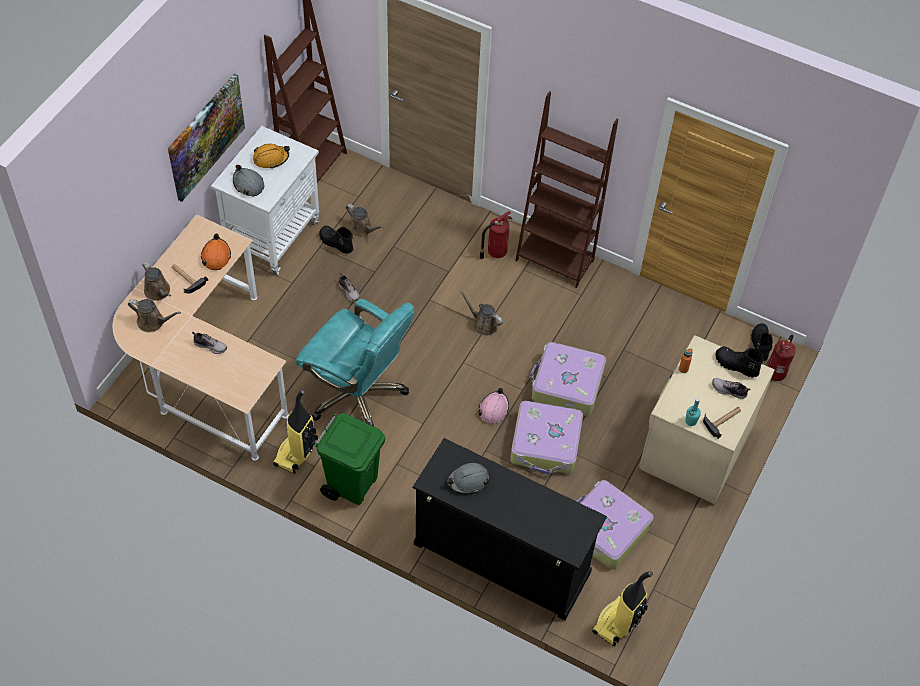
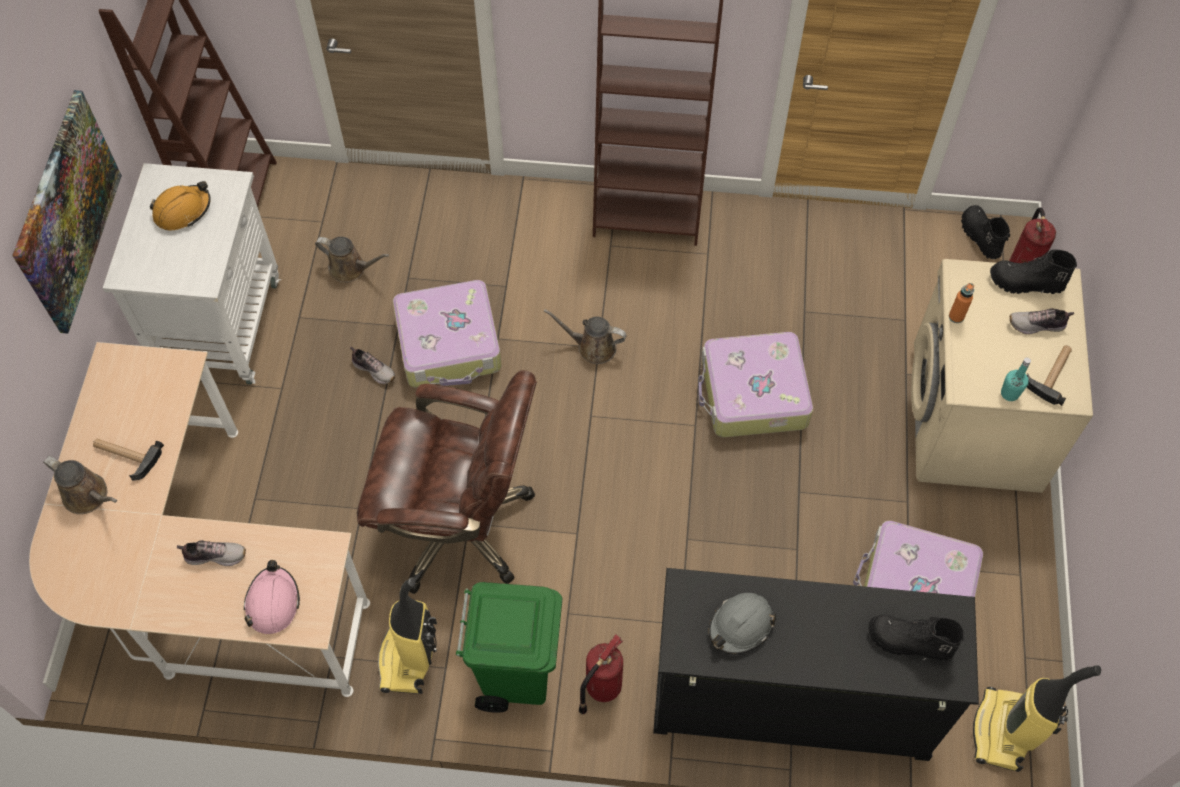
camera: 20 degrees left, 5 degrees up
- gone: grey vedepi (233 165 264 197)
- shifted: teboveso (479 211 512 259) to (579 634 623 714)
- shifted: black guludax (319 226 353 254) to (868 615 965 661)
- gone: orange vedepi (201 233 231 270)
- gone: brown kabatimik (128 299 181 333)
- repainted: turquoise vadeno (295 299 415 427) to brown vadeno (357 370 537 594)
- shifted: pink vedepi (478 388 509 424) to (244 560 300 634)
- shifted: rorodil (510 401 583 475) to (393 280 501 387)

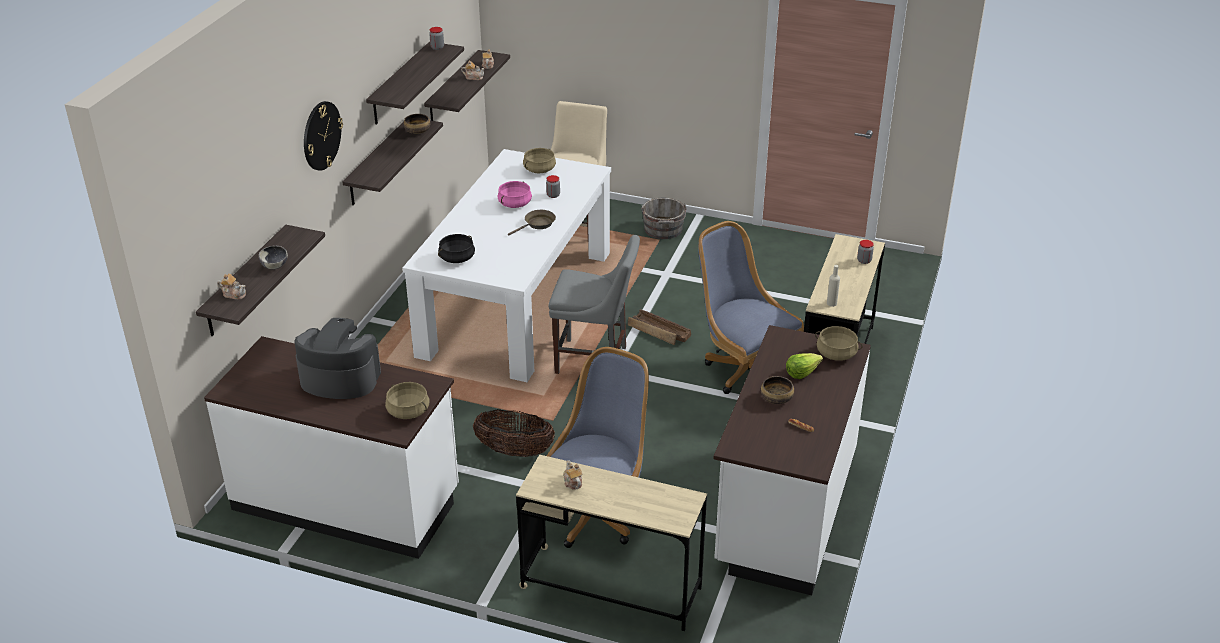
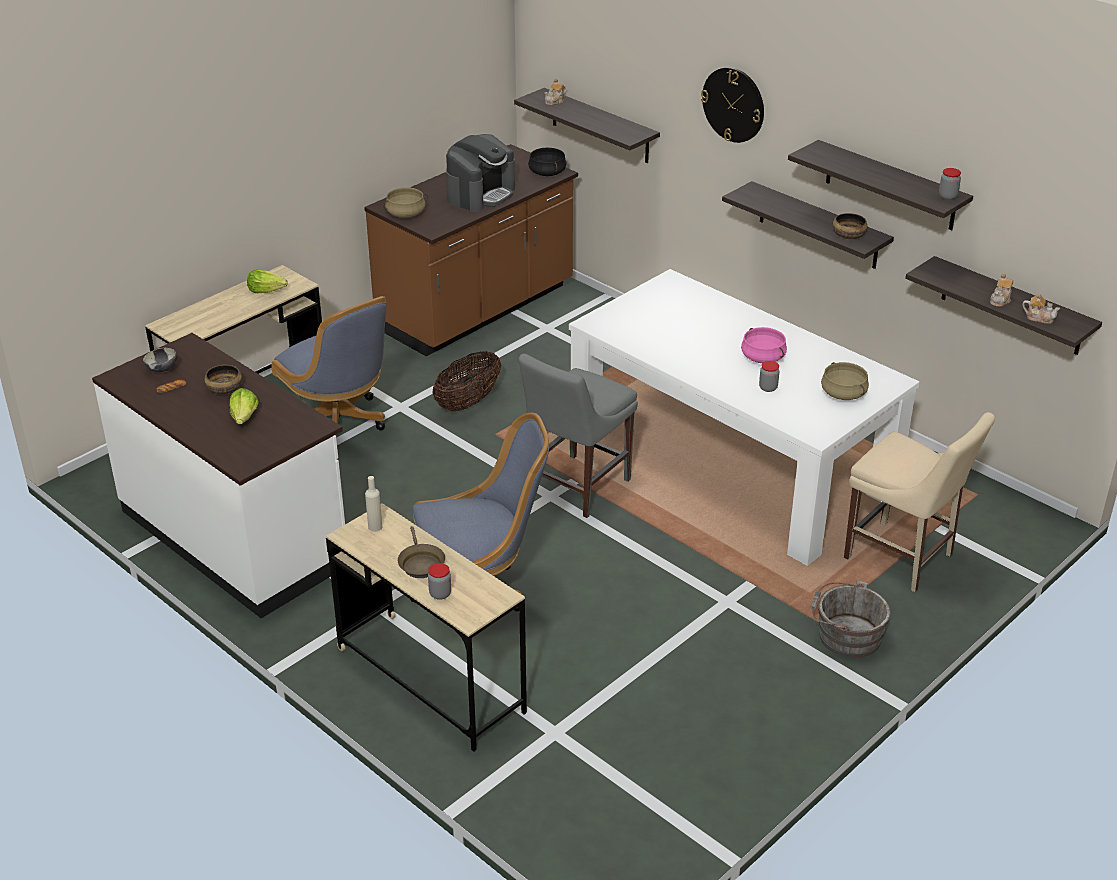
camera: 115 degrees right, 0 degrees up
- shifted: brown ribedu (508 210 556 236) to (398 526 445 578)
- shifted: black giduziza (438 234 475 263) to (528 148 567 176)
- shifted: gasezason (259 246 288 269) to (143 348 177 373)
- gone: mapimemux (628 309 691 345)
- gone: beige giduziza (815 326 863 361)
- repainted: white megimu (204 336 459 559) to brown megimu (364 144 578 356)
- swapped: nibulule (563 460 583 490) to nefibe (247 269 288 293)

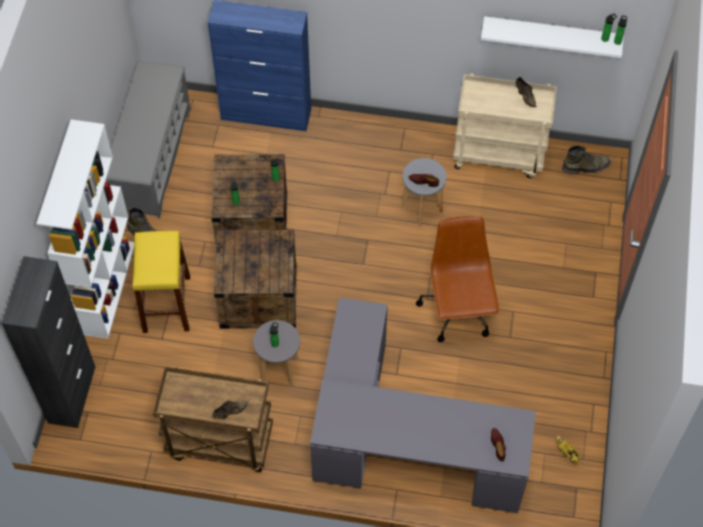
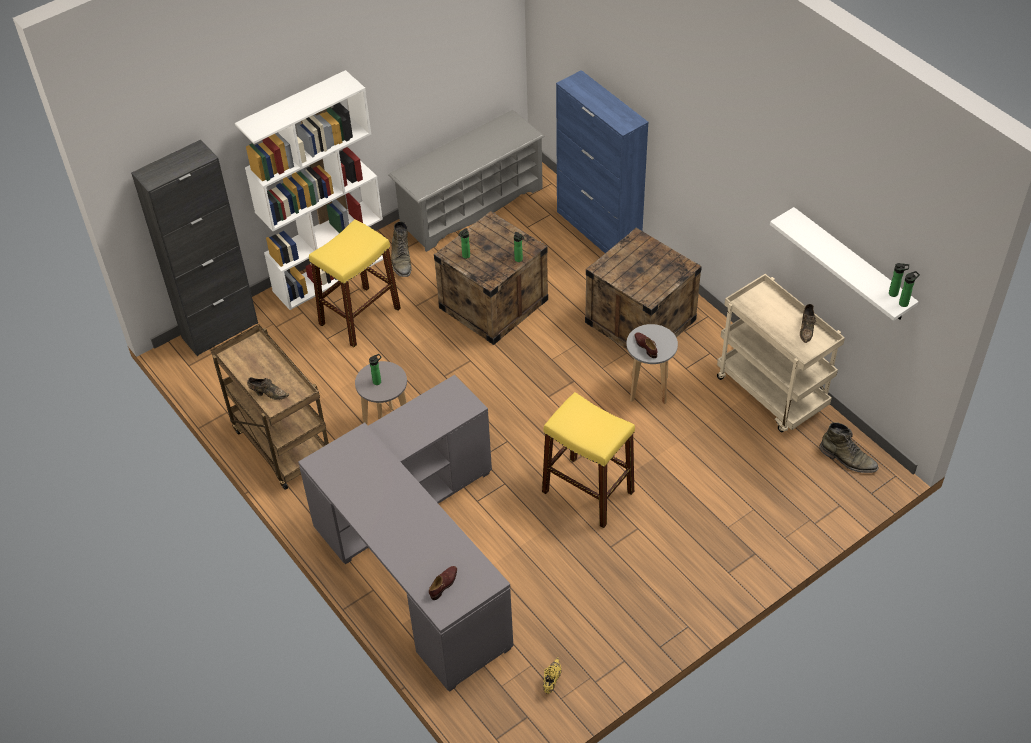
camera: 45 degrees right, 10 degrees down
- swapped: brown vadeno (416 216 500 342) to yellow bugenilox (542 392 635 528)
- shifted: mapimemux (214 230 297 329) to (585 227 702 349)

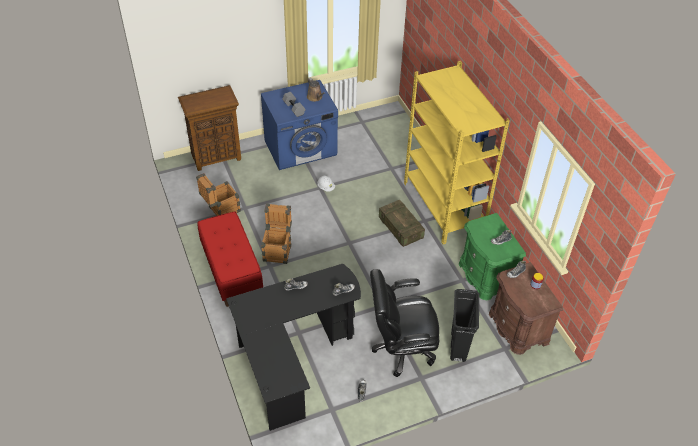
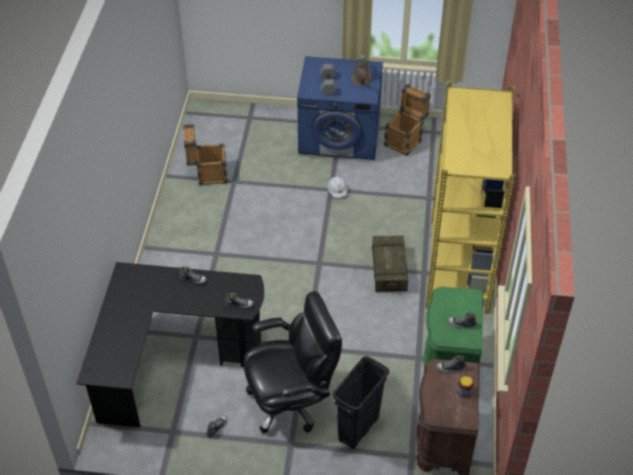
camera: 30 degrees right, 0 degrees up
- gone: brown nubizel (178 85 241 171)
- shifted: mapimemux (261 203 292 264) to (384 84 431 156)
- gone: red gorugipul (198 211 263 307)
- rotated: black vadeno (370 269 439 377) = (243 291 342 433) 135 degrees clockwise

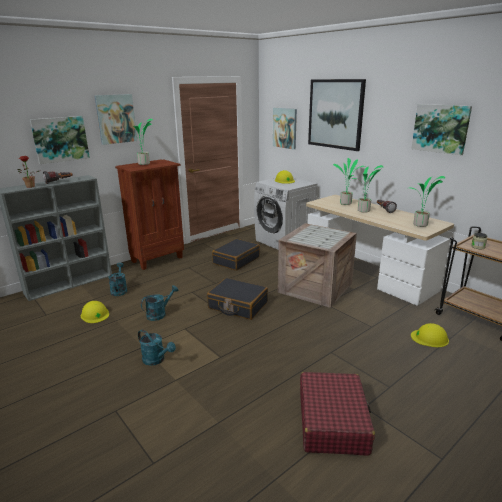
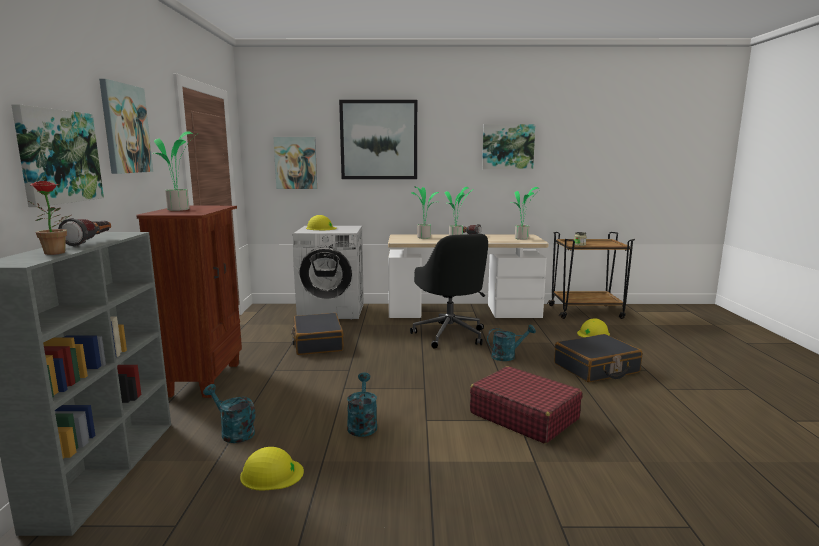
camera: 50 degrees left, 10 degrees down
- swapped: mapimemux (278 223 357 308) to black vadeno (410 234 488 349)
- shifted: black rorodil (207 278 268 320) to (554 334 642 382)
- shifted: turquoise kabatimik (138 330 176 366) to (487 325 536 361)
- shifted: red rorodil (300 372 375 456) to (470 366 582 444)

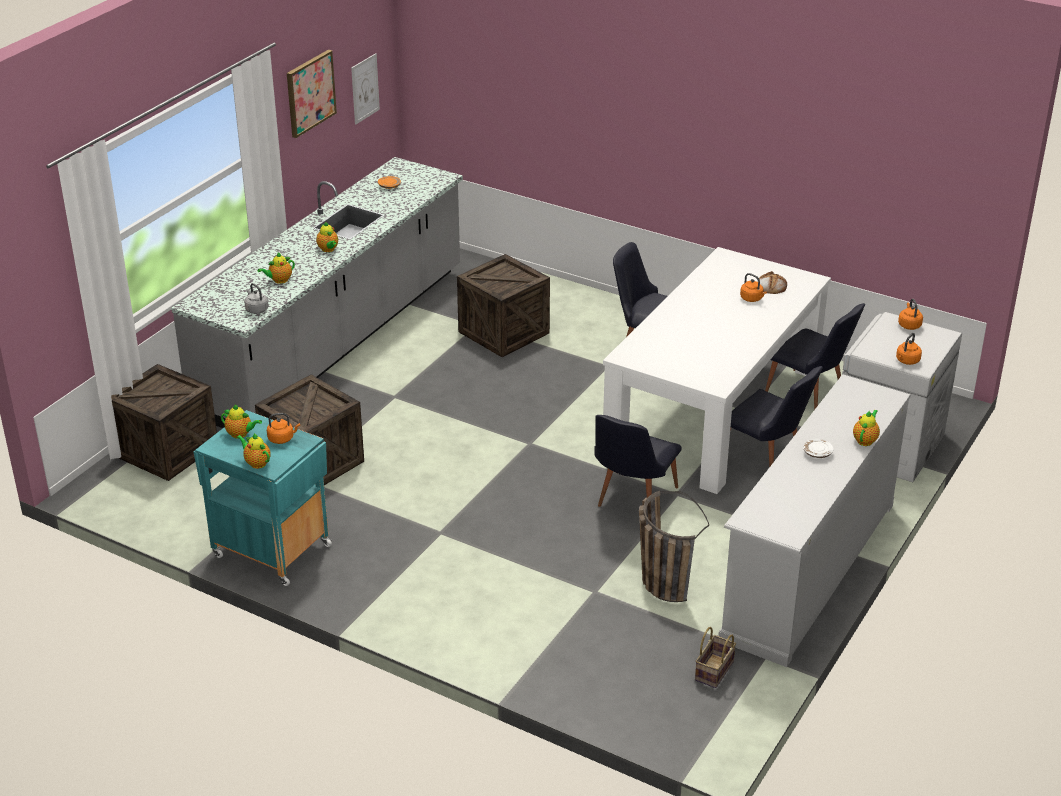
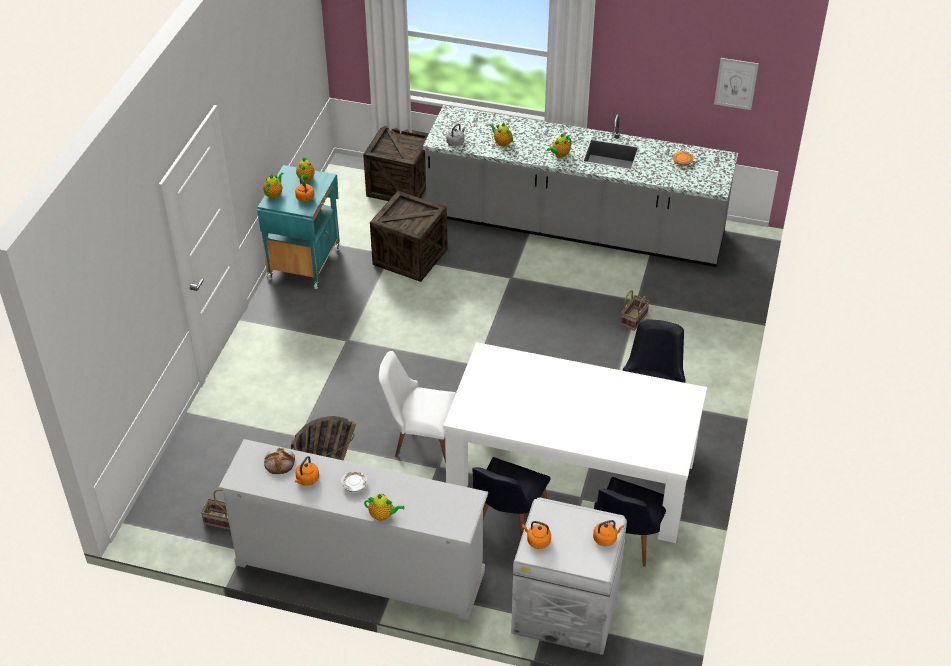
camera: 75 degrees right, 10 degrees up
- gone: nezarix (287 50 337 138)
- swapped: mapimemux (457 254 550 357) to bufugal (620 290 650 331)
- shifted: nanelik (757 271 787 294) to (264 448 295 474)
- shifted: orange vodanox (740 273 767 302) to (295 456 319 486)
- repainted: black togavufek (594 415 682 507) to white togavufek (379 351 456 463)

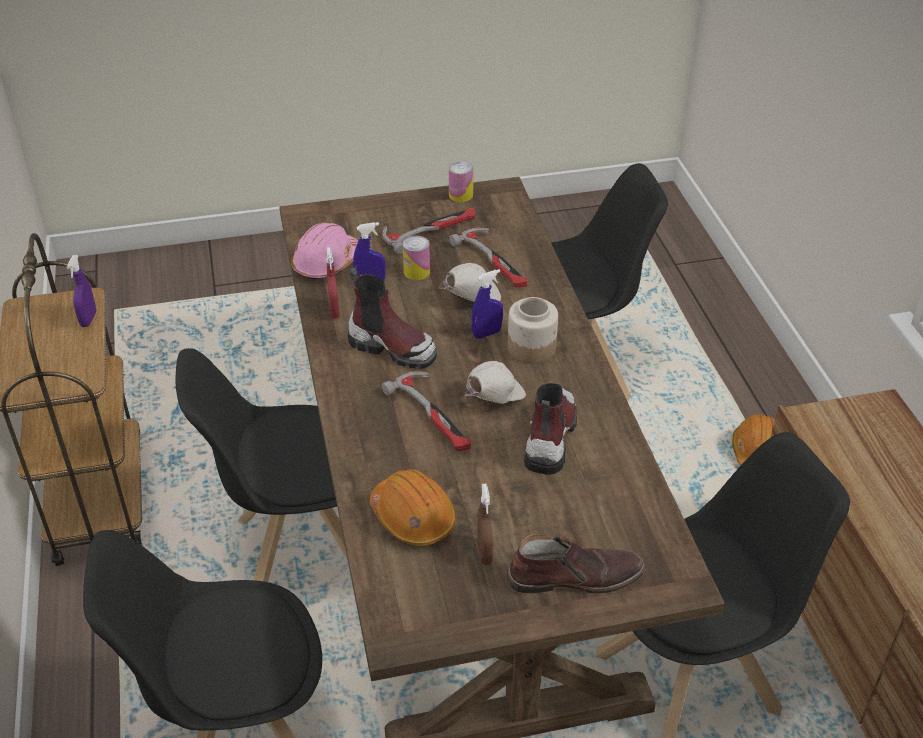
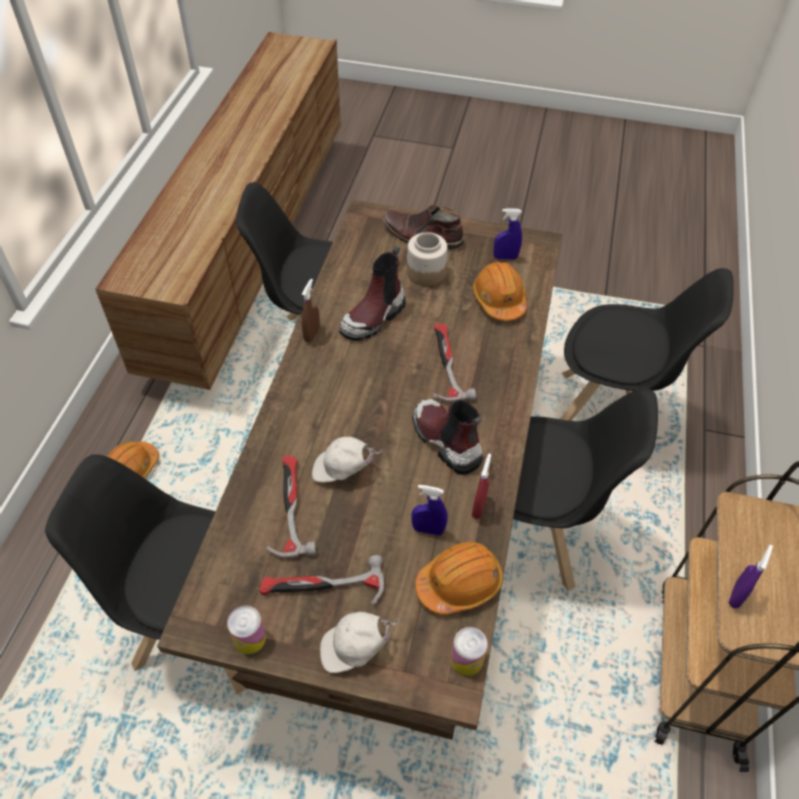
camera: 155 degrees left, 10 degrees up
- repainted: pink vedepi (291 222 358 280) to orange vedepi (415 542 503 615)
- shifted: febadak (403 236 430 280) to (451 627 488 676)
- shifted: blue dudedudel (472 269 503 339) to (494 208 522 260)
- shifted: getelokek (508 297 558 364) to (407 232 447 286)
- shifted: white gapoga (464 361 526 403) to (320 612 400 673)
- shifted: brown dudedudel (477 483 493 565) to (302 279 320 342)

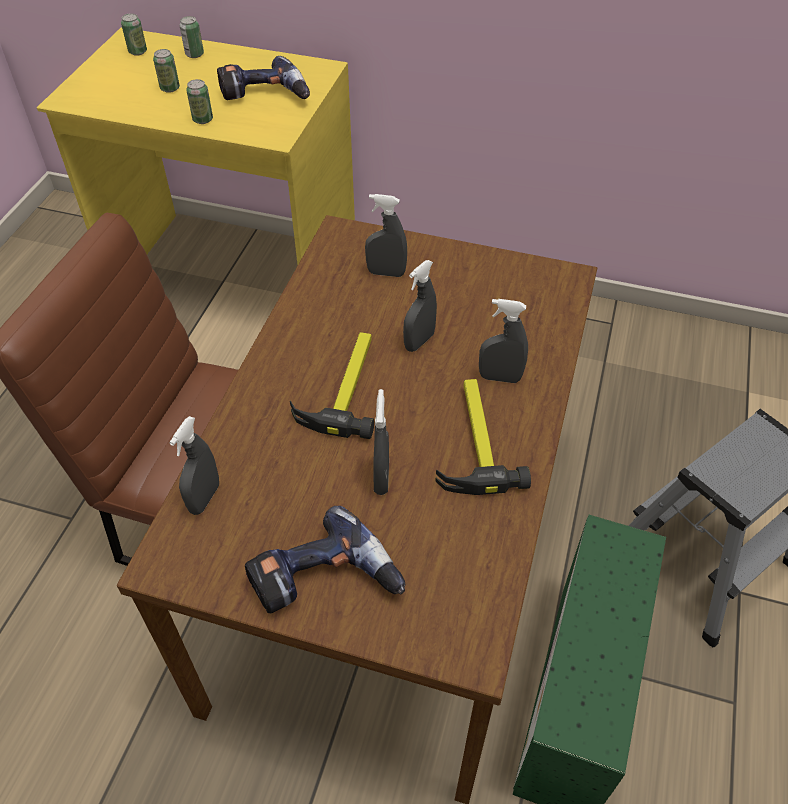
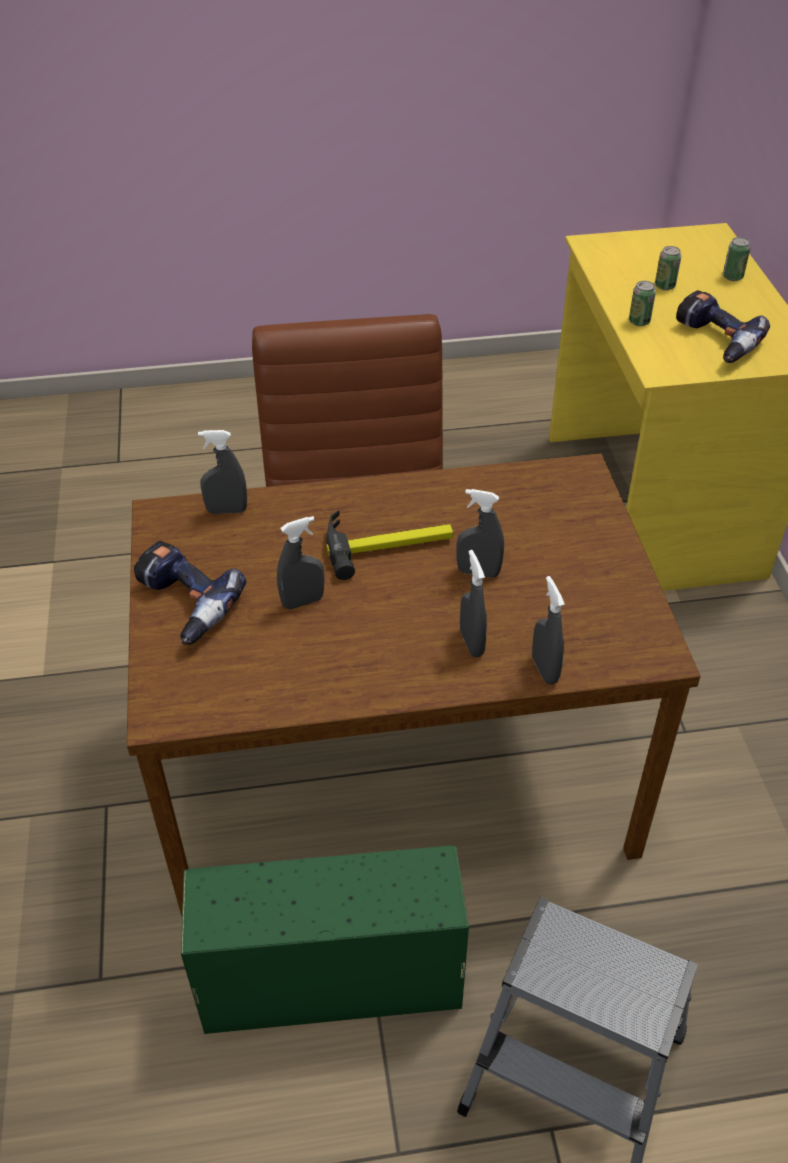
camera: 65 degrees right, 5 degrees down
- gone: febadak (121 14 147 56)
- shifted: grey dudedudel (365 194 407 277) to (532 576 565 684)
- gone: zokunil (435 379 531 495)

